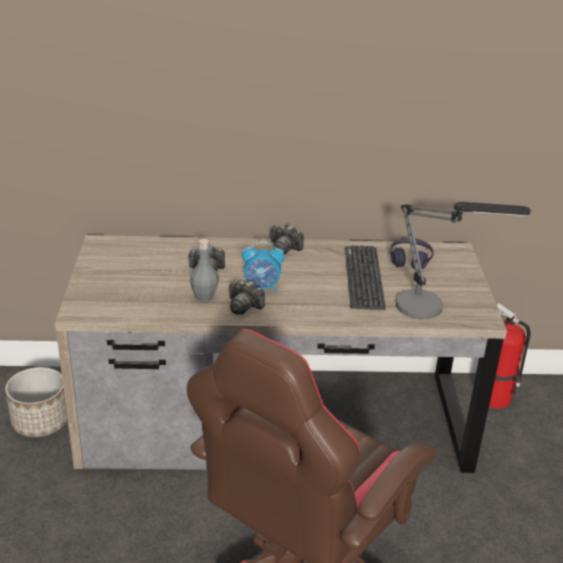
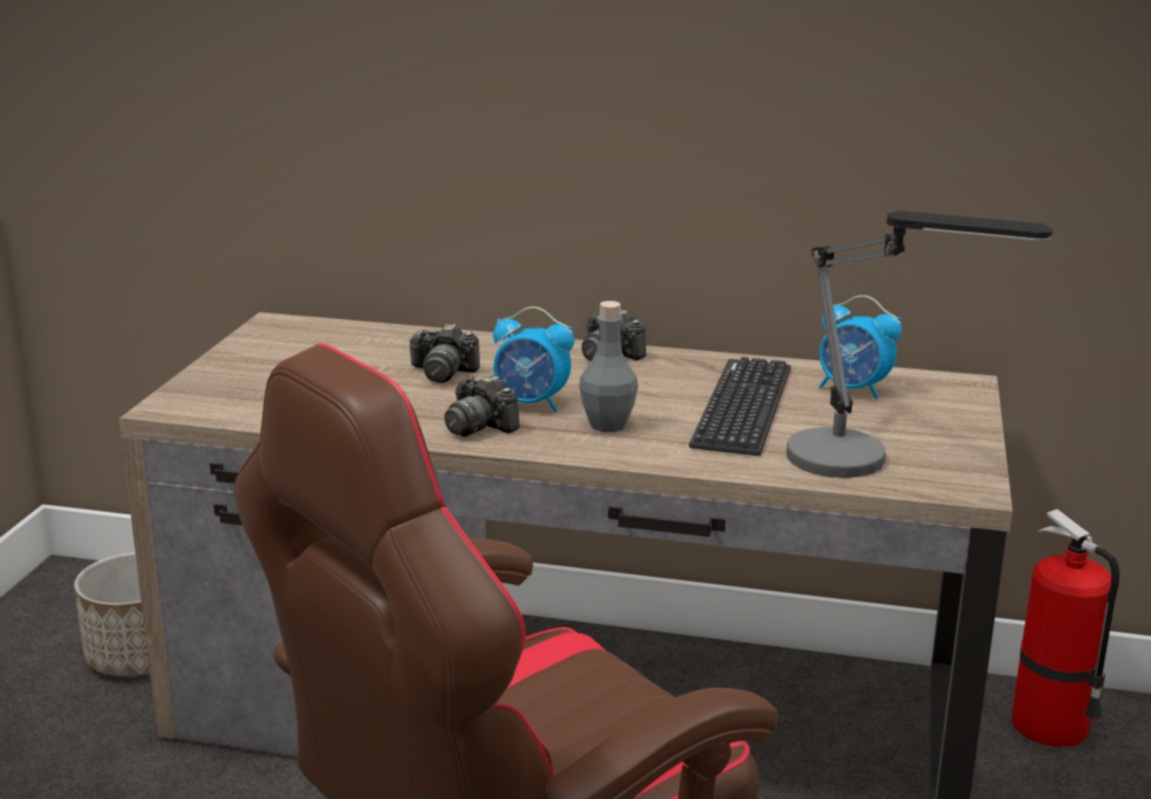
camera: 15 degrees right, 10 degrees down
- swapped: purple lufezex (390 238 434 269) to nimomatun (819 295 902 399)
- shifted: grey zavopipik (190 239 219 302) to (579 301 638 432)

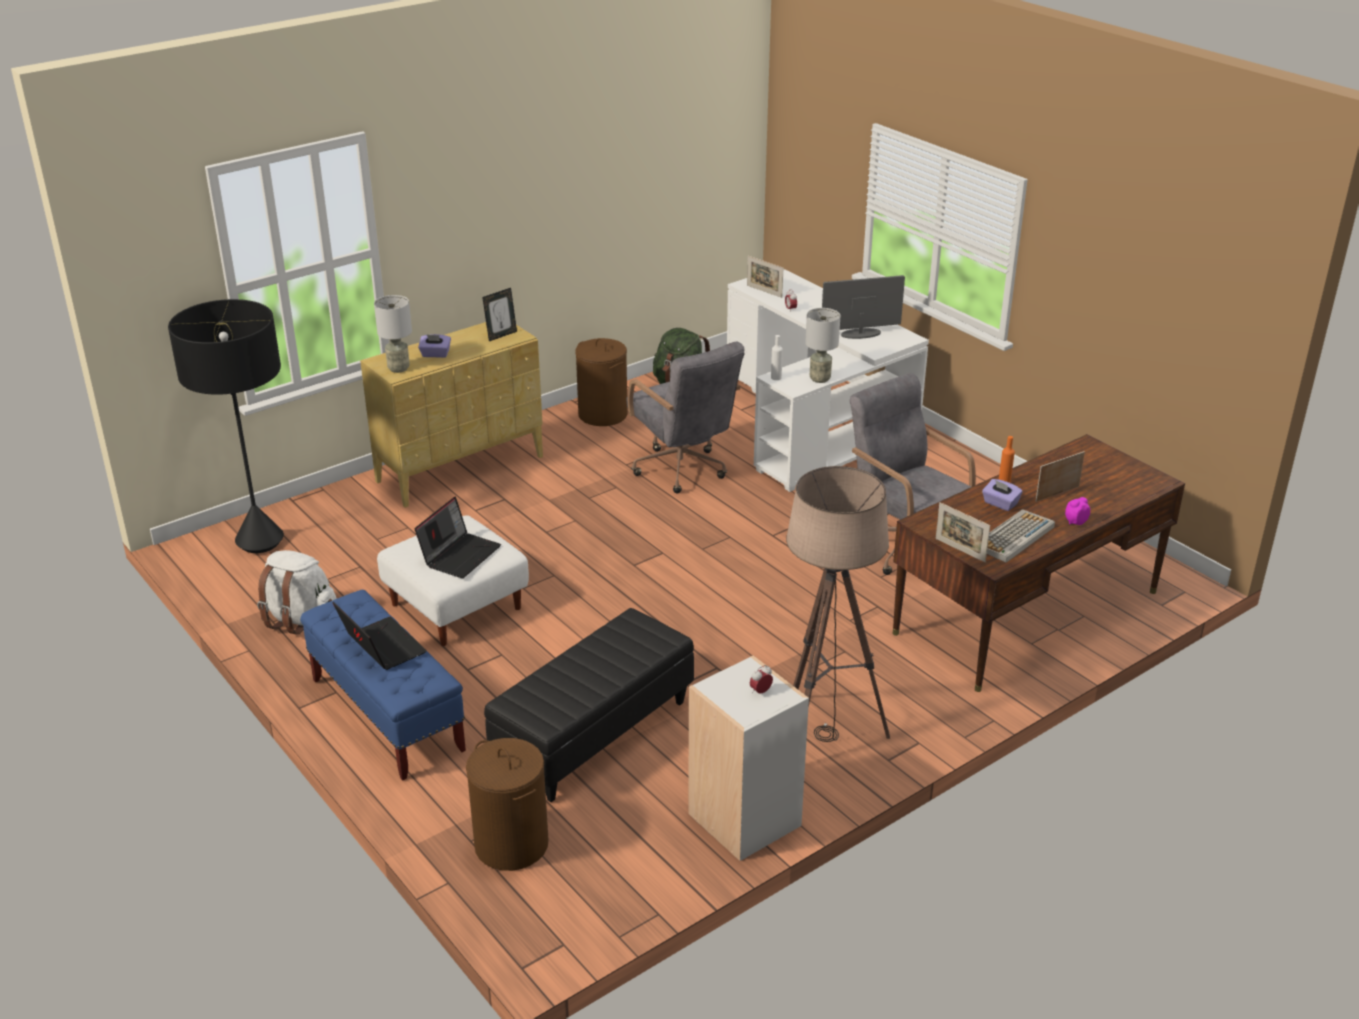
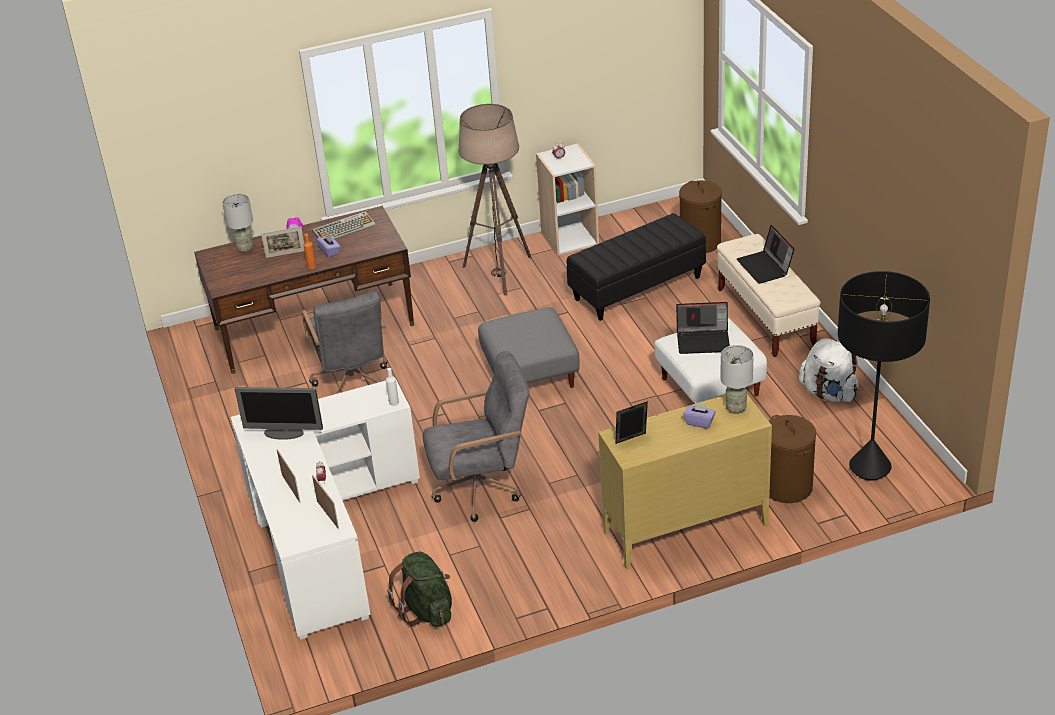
camera: 160 degrees left, 5 degrees up
- shifted: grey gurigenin (805 308 841 383) to (222 193 253 252)
- shifted: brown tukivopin (575 338 628 426) to (769 415 816 503)
- rotated: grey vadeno (627 342 744 493) = (423 351 530 522) 90 degrees clockwise
- rotated: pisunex (415 497 501 578) = (676 302 730 354) 135 degrees counterclockwise
- shifted: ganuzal (936 502 990 562) to (277 449 301 503)
- repainted: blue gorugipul (300 590 466 780) to beige gorugipul (717 234 821 357)
- new: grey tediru (478 307 579 388)

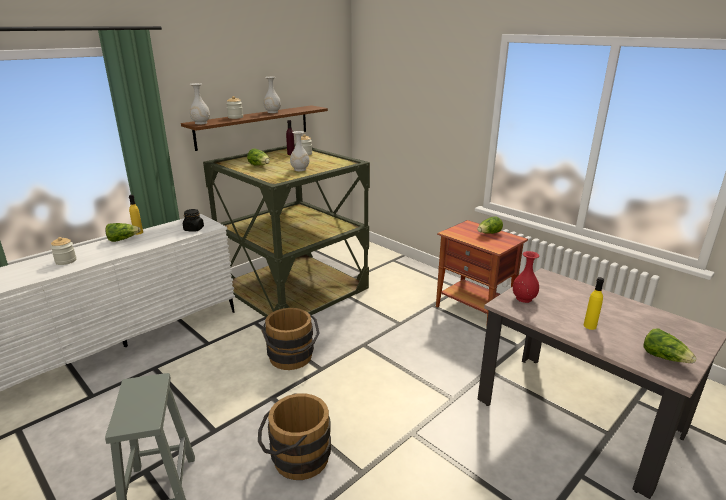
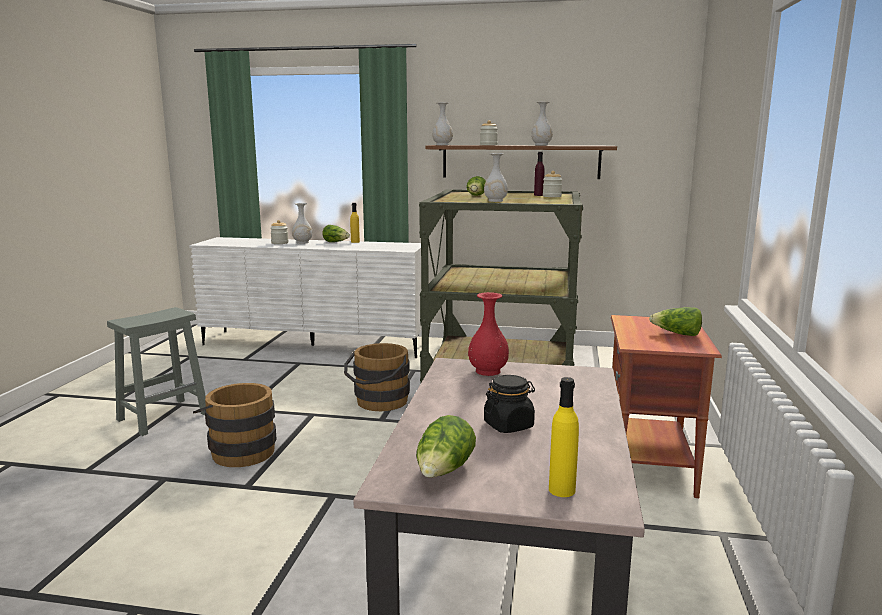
camera: 55 degrees right, 10 degrees down
- shifted: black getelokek (183 209 204 232) to (484 375 535 433)
- shifted: yellow zavopipik (584 277 604 330) to (549 377 579 497)
- new: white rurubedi (292 203 312 244)

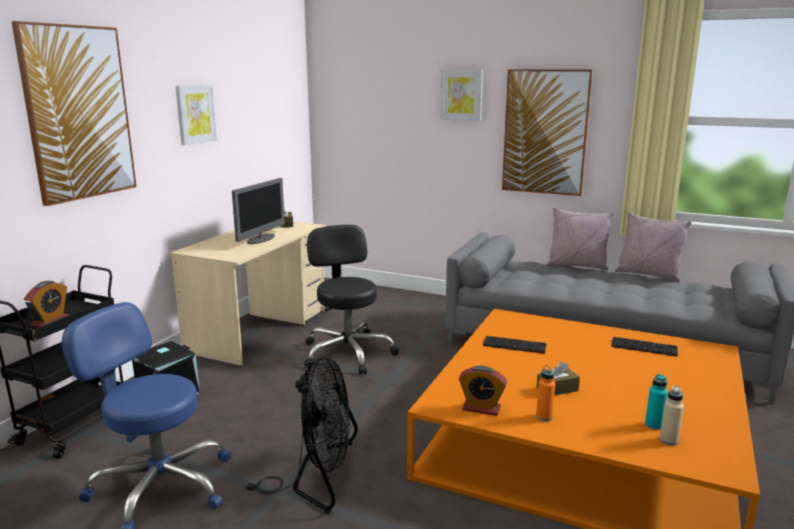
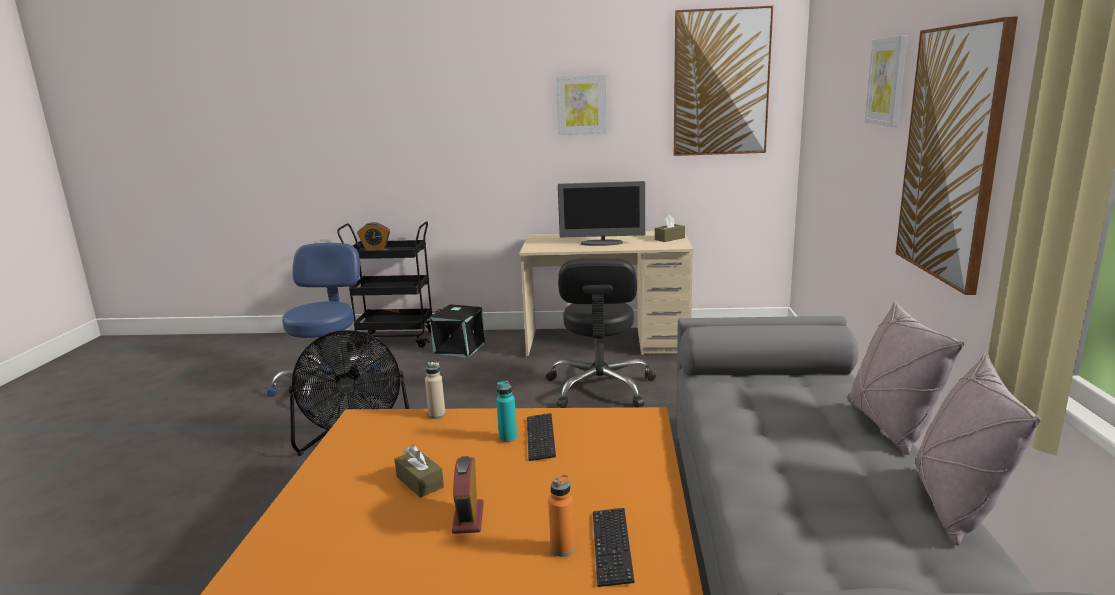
camera: 70 degrees right, 0 degrees up
- shifted: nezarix (11 21 137 206) to (674 6 773 156)
- rotated: black vadeno (304 225 400 374) = (546 258 656 408) 135 degrees clockwise
- shifted: orange zavopipik (536 365 555 421) to (548 474 575 557)
- shifted: nimomatun (459 366 507 416) to (452 456 484 534)
- shifted: turquoise zavopipik (645 374 668 430) to (496 381 517 442)
- shifted: beige zavopipik (660 386 684 445) to (425 362 446 419)

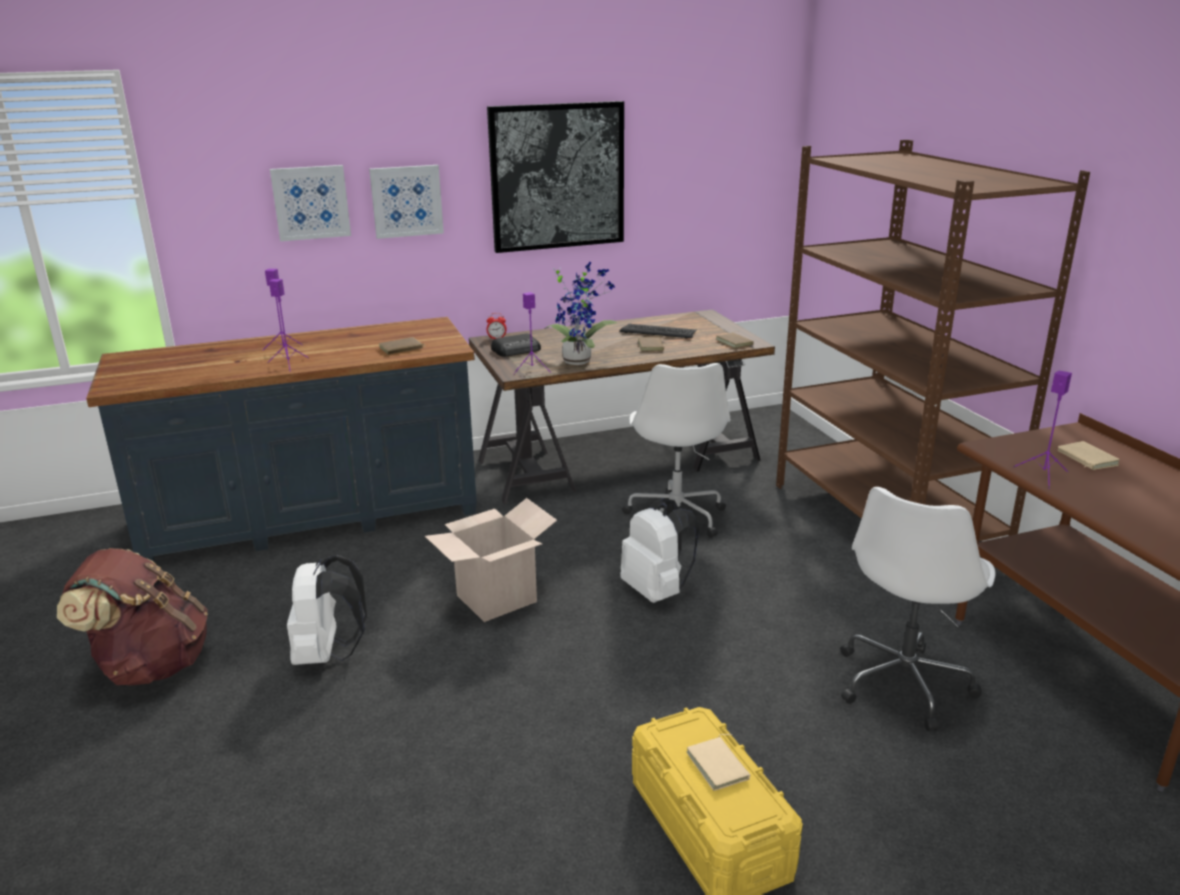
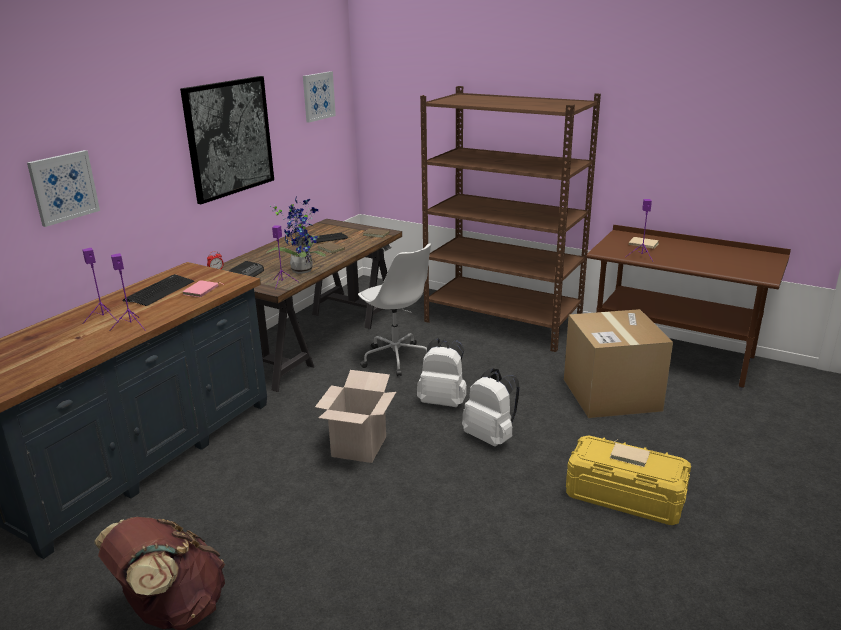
camera: 40 degrees left, 0 degrees up
- shifted: nezarix (369 165 444 239) to (303 71 336 123)
- repainted: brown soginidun (379 337 426 355) to pink soginidun (183 280 224 297)
- swapped: white vadeno (840 487 995 731) to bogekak (564 309 673 418)
- shifted: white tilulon (287 555 367 665) to (462 369 520 447)
- new: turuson (123 274 194 306)

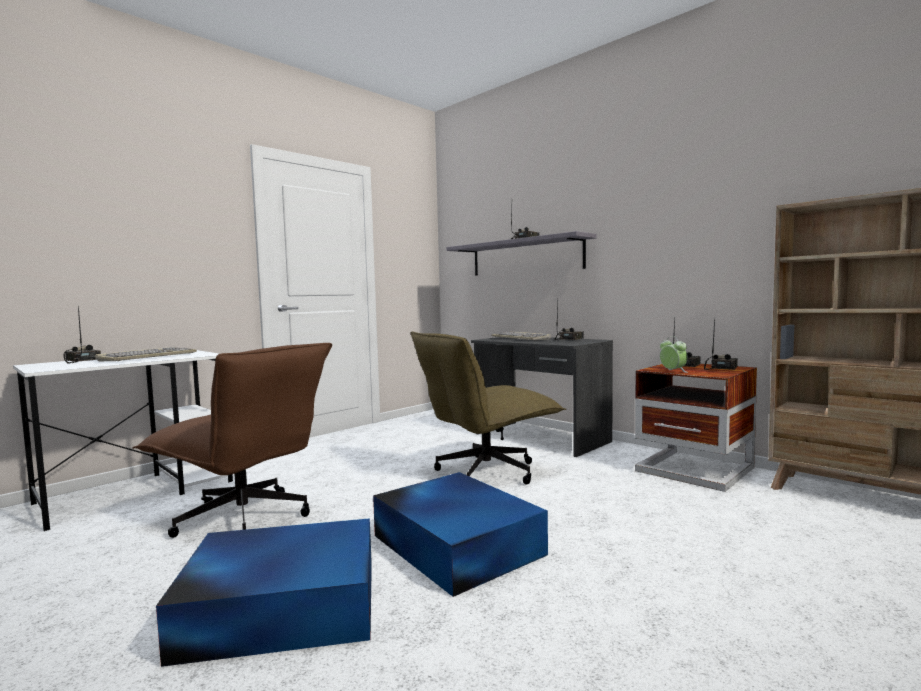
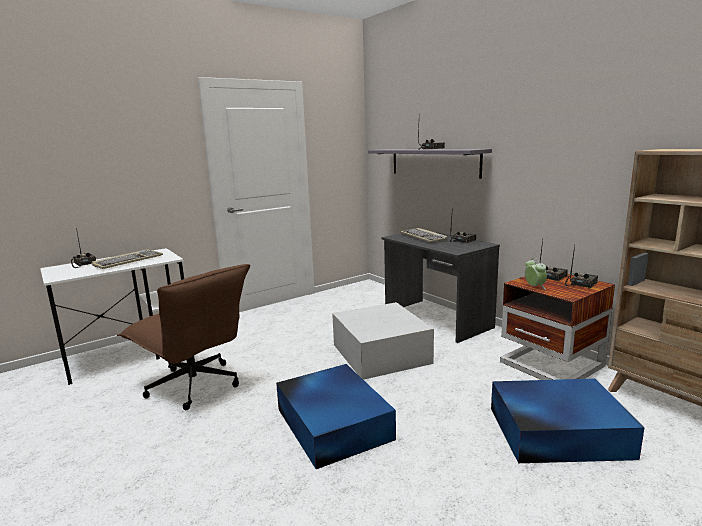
camera: 10 degrees right, 10 degrees up
- swapped: beige vadeno (410 332 566 485) to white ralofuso (332 302 434 380)
- shifted: blue ralofuso (156 518 372 667) to (491 378 644 463)

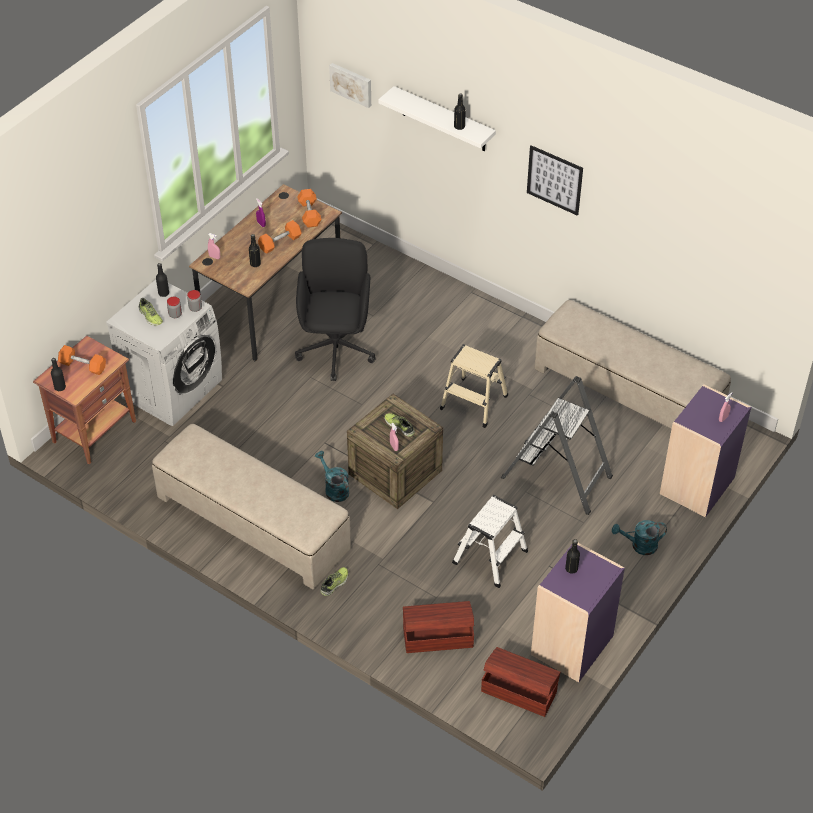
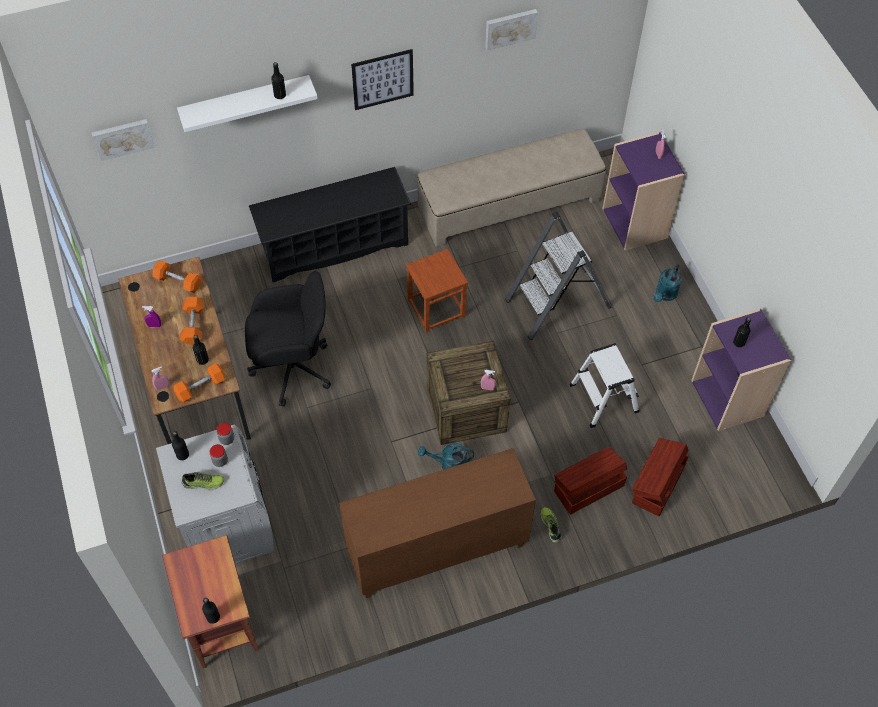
camera: 55 degrees left, 10 degrees up
- rotated: black vadeno (295 238 376 381) = (245 271 331 406) 135 degrees clockwise
- swapped: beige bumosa (440 344 508 428) to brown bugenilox (406 249 468 332)
- shifted: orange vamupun (58 345 106 375) to (173 363 225 402)
- gone: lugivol (384 413 415 437)
- swapped: beige gorugipul (152 424 351 589) to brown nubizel (339 448 536 598)
- shifted: brown ralofuso (481 647 560 717) to (554 447 627 515)
- new: nezarix (485 9 538 51)
- new: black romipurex (249 167 411 282)

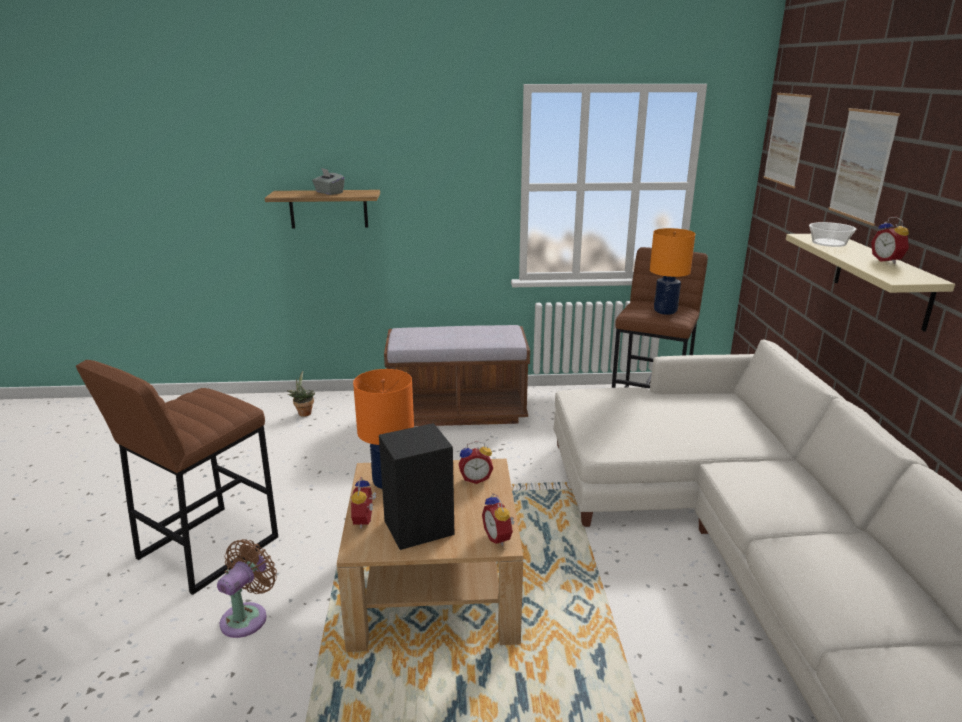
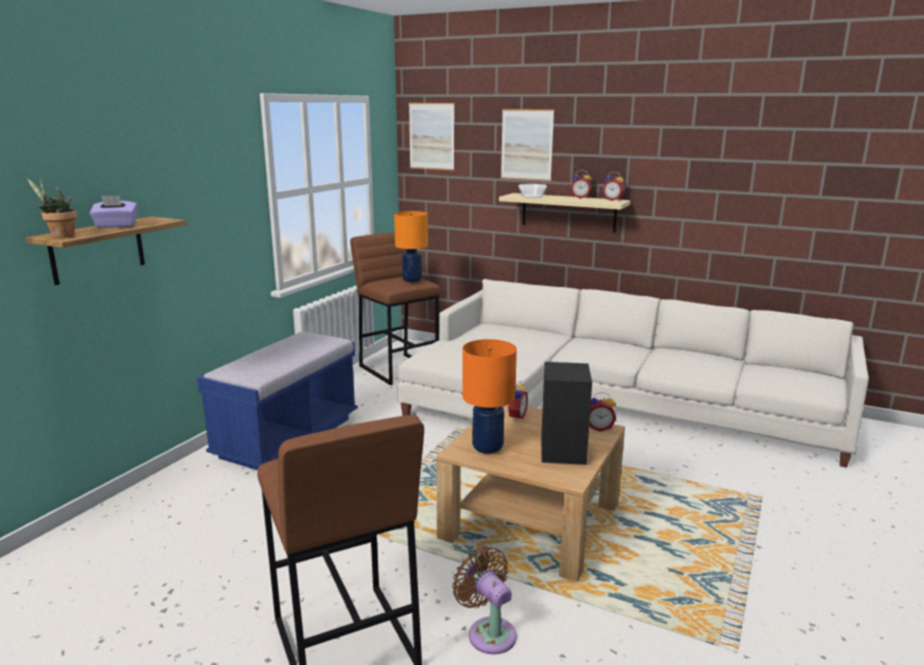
camera: 60 degrees left, 5 degrees down
- repainted: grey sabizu (312 168 345 195) to purple sabizu (90 195 137 228)
- repainted: brown gorugipul (384 325 530 426) to blue gorugipul (197 332 358 470)
- shifted: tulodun (287 371 315 417) to (27 178 77 238)
- shifted: nimomatun (351 476 377 529) to (602 172 625 201)

